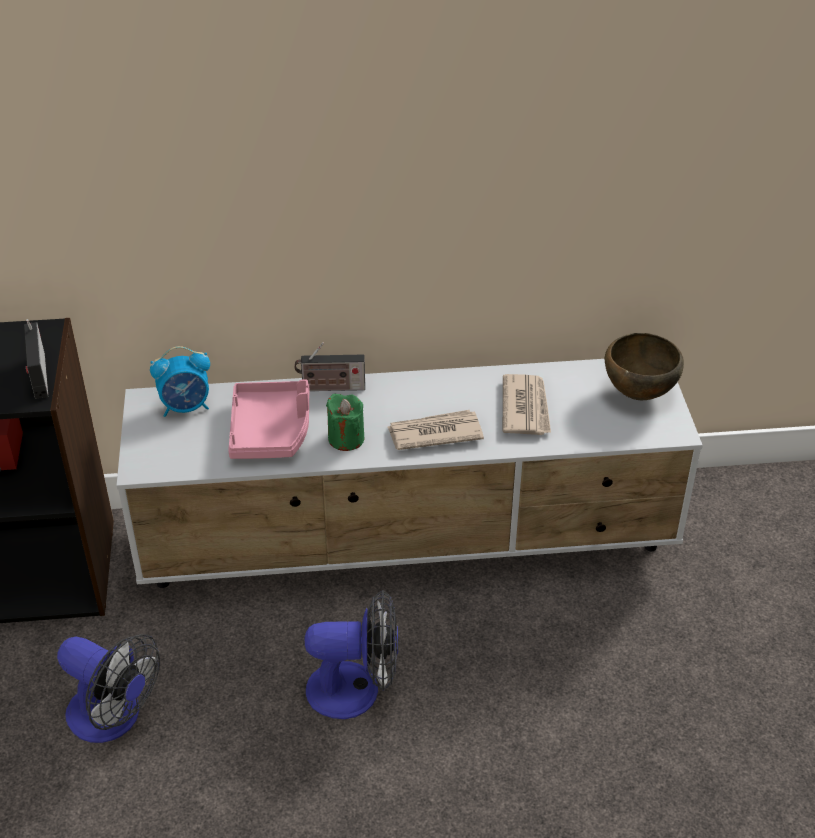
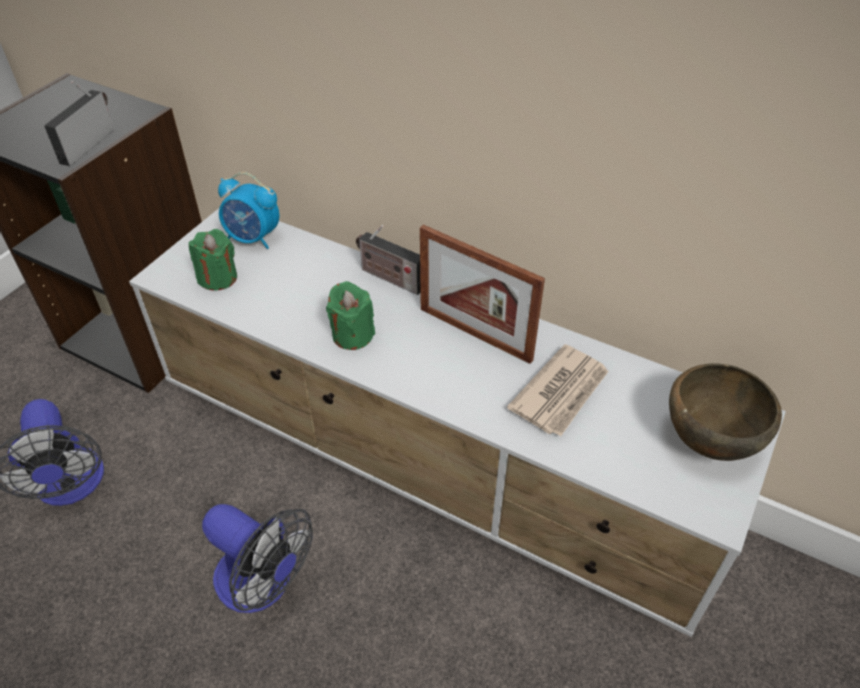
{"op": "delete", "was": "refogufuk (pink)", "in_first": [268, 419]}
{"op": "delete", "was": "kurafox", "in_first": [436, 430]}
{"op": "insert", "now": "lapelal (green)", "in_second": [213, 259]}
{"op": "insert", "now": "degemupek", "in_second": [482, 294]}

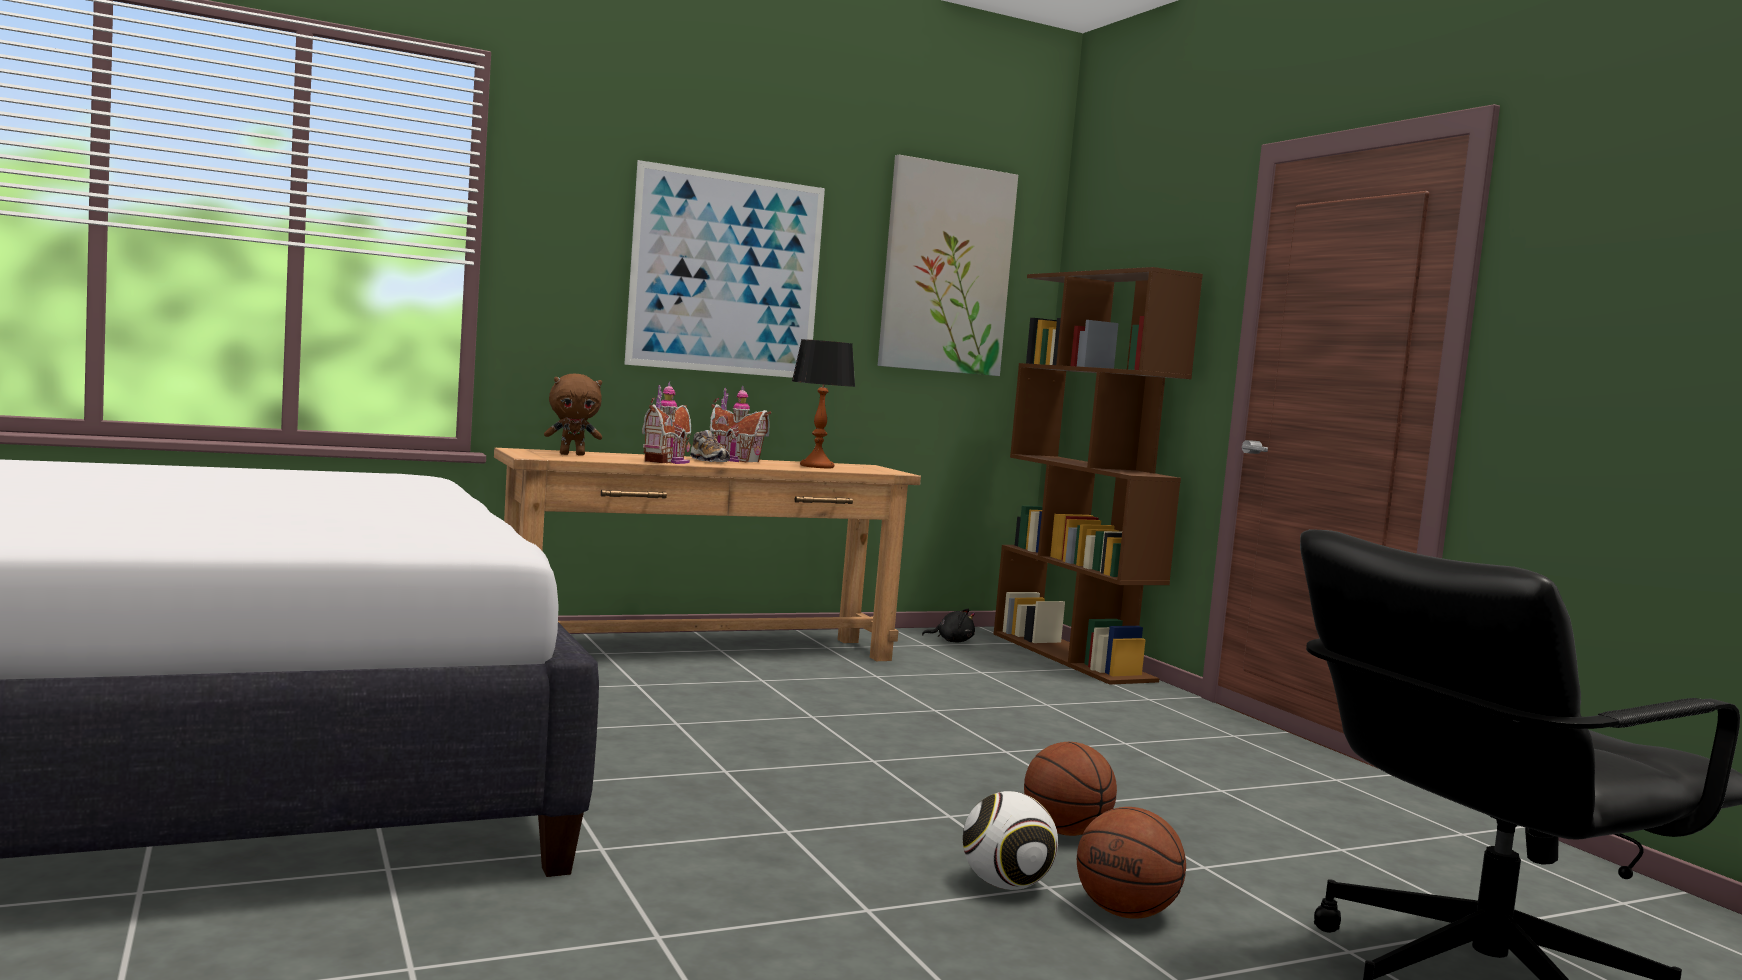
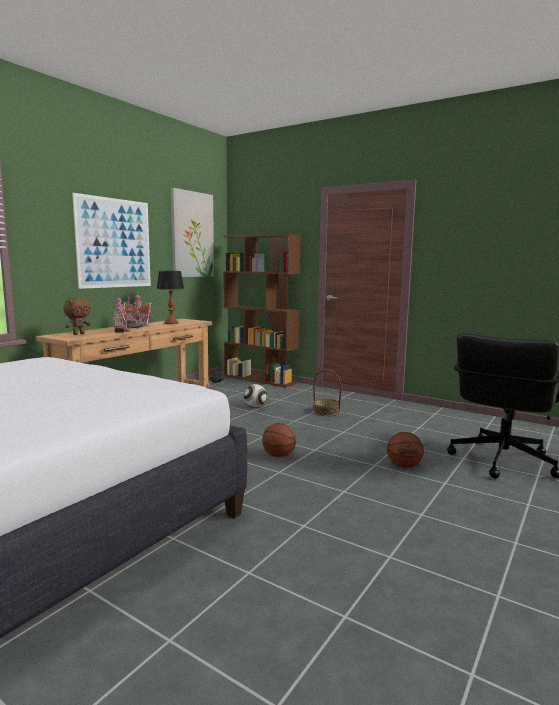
{"op": "insert", "now": "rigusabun", "in_second": [327, 393]}
{"op": "move", "was": "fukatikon", "in_first": [1010, 840], "in_second": [255, 396]}
{"op": "move", "was": "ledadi", "in_first": [1070, 789], "in_second": [279, 440]}

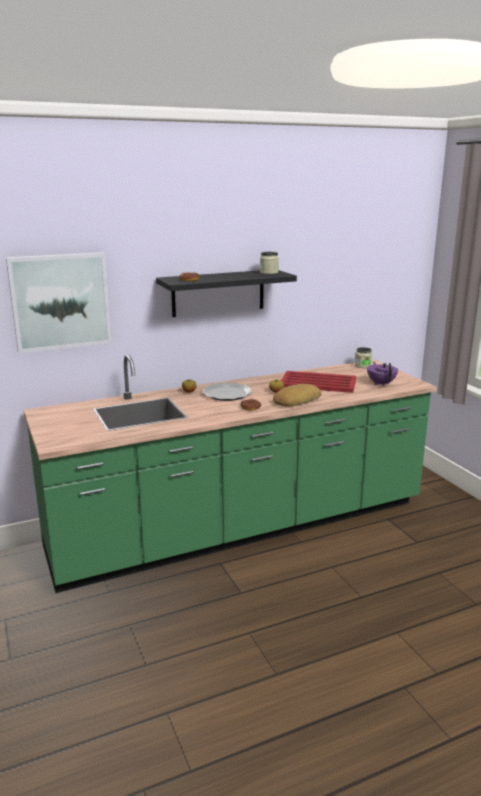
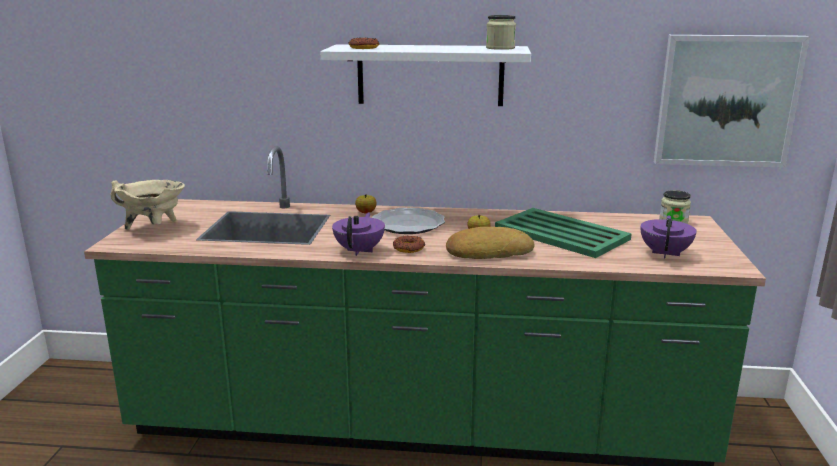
{"op": "insert", "now": "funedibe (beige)", "in_second": [147, 205]}
{"op": "insert", "now": "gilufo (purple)", "in_second": [358, 234]}
{"op": "move", "was": "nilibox", "in_first": [59, 302], "in_second": [732, 101]}
{"op": "recolor", "was": "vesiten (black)", "now": "vesiten (white)", "in_first": [226, 293], "in_second": [426, 75]}
{"op": "recolor", "was": "refogufuk (red)", "now": "refogufuk (green)", "in_first": [318, 382], "in_second": [563, 233]}

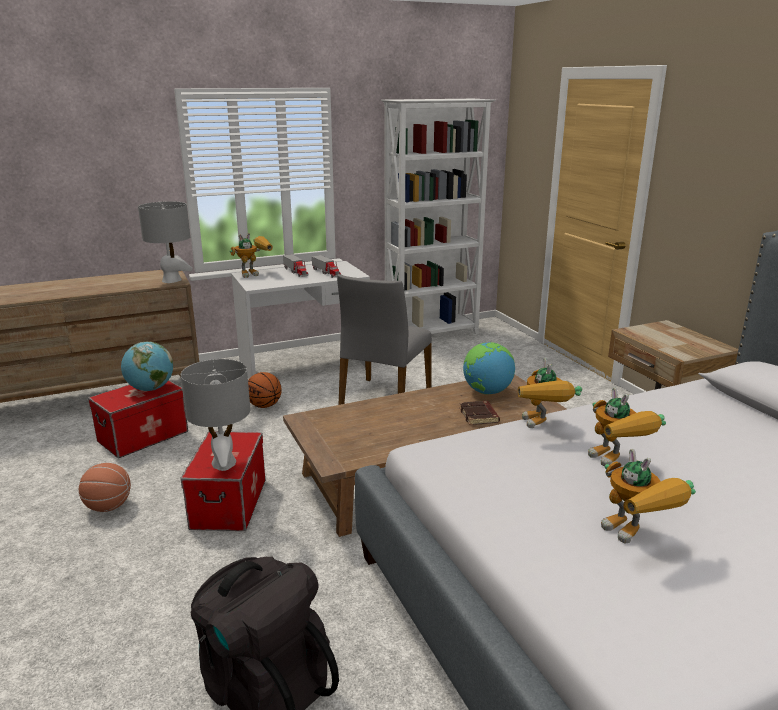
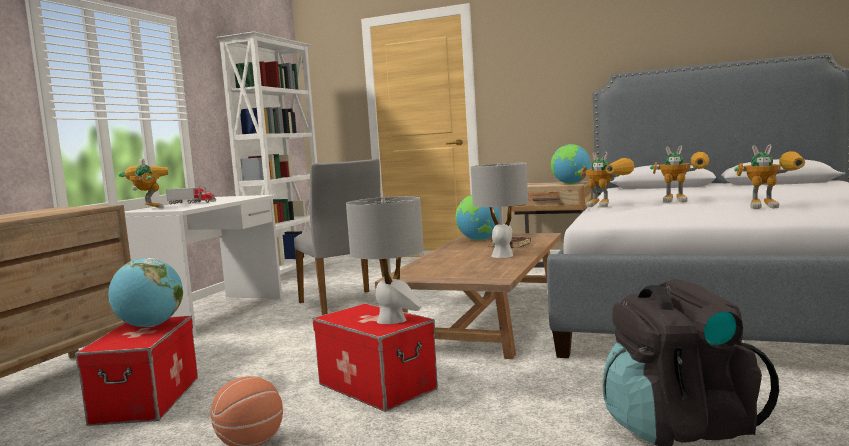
{"op": "delete", "was": "ledadi", "in_first": [265, 390]}
{"op": "delete", "was": "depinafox", "in_first": [326, 266]}
{"op": "insert", "now": "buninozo", "in_second": [571, 164]}
{"op": "move", "was": "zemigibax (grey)", "in_first": [165, 242], "in_second": [499, 210]}
{"op": "rotate", "was": "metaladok", "in_first": [251, 255], "in_second": [143, 183], "clockwise": -45}

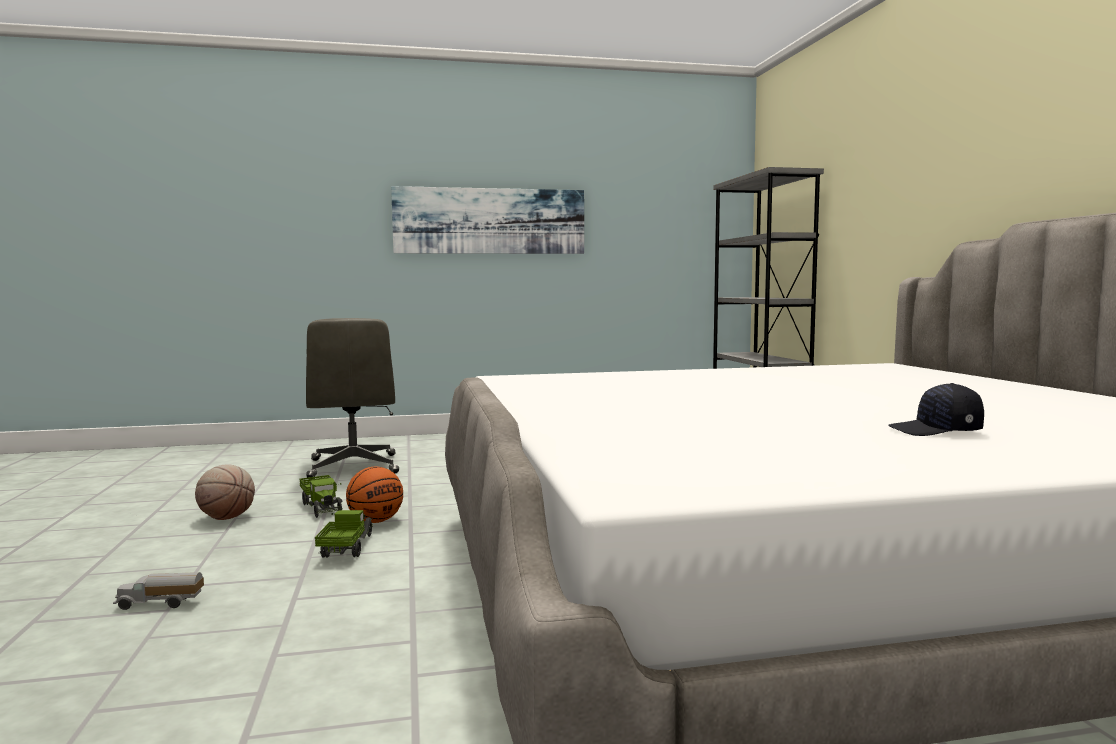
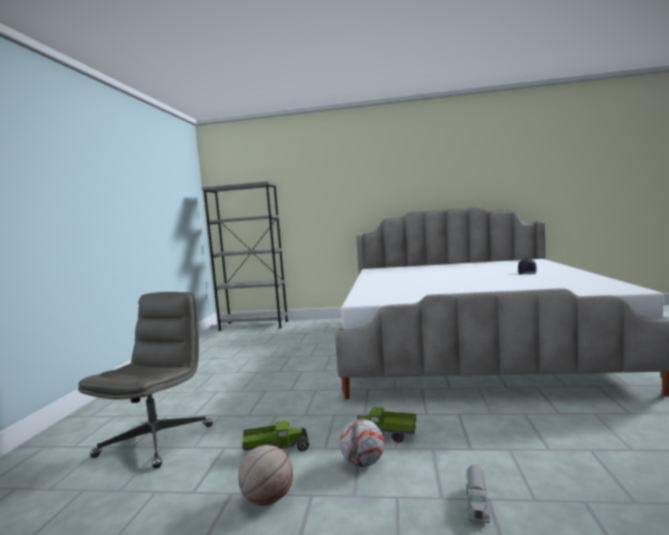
{"op": "delete", "was": "ledadi", "in_first": [374, 495]}
{"op": "delete", "was": "nilibox", "in_first": [487, 220]}
{"op": "insert", "now": "fukatikon", "in_second": [362, 443]}
{"op": "rotate", "was": "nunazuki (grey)", "in_first": [352, 398], "in_second": [145, 380], "clockwise": -75}

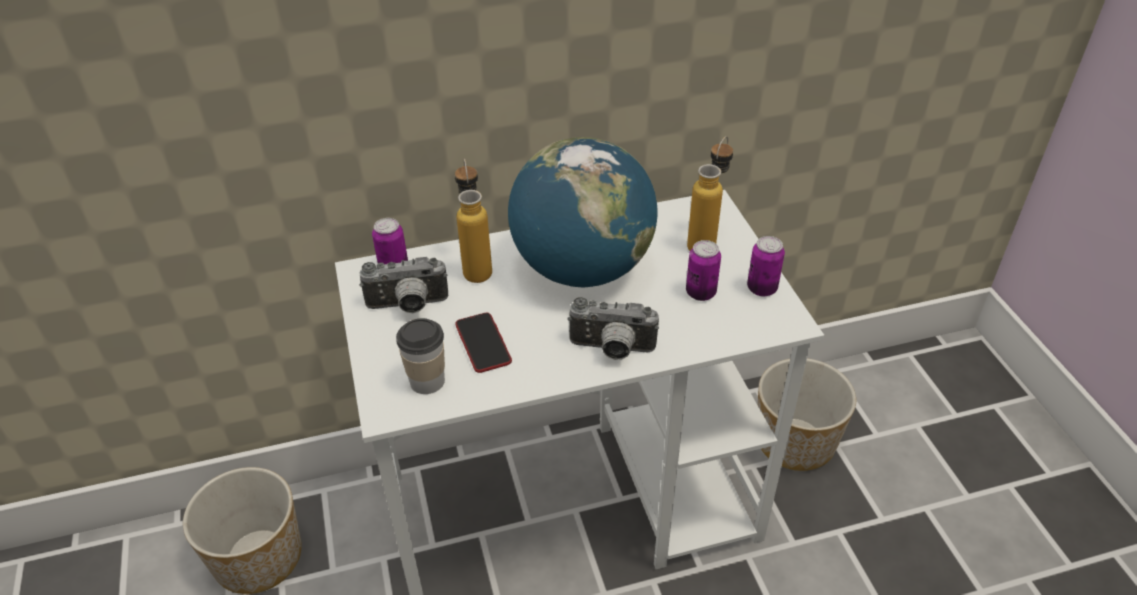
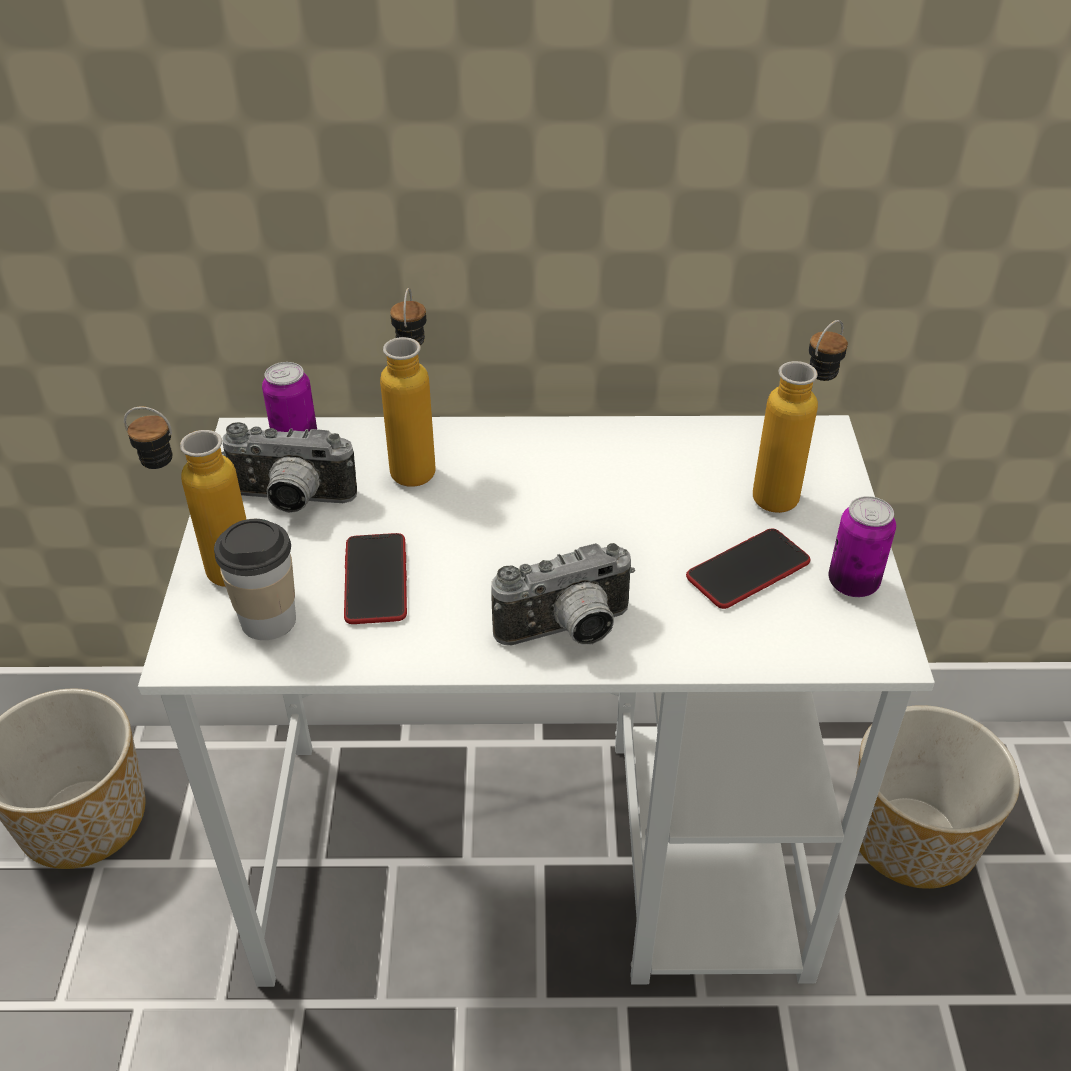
{"op": "delete", "was": "buninozo", "in_first": [582, 212]}
{"op": "insert", "now": "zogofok", "in_second": [185, 497]}
{"op": "replace", "was": "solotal", "now": "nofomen", "in_first": [703, 270], "in_second": [748, 568]}
{"op": "rotate", "was": "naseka", "in_first": [613, 328], "in_second": [563, 594], "clockwise": -45}

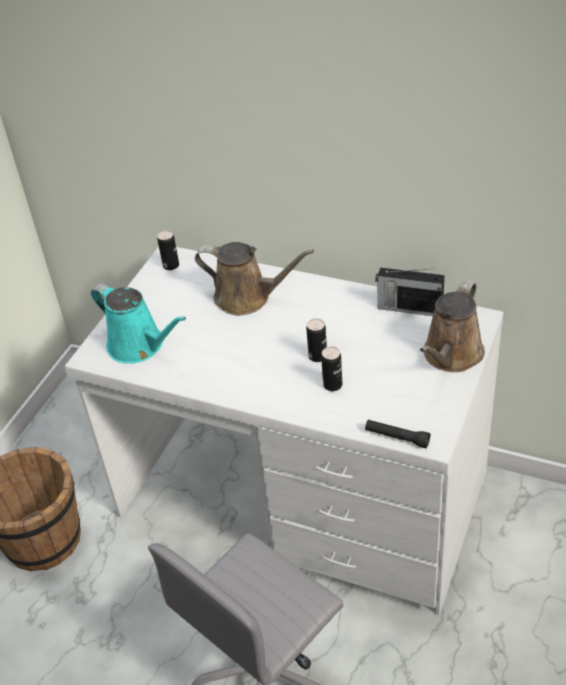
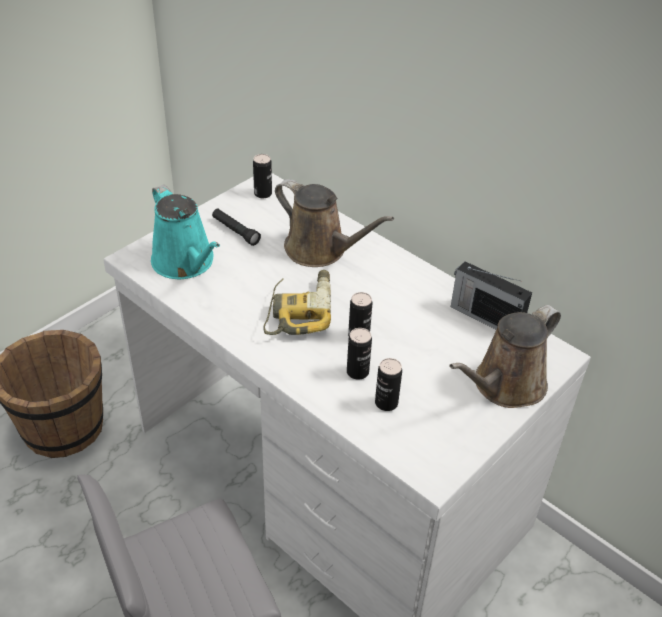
{"op": "insert", "now": "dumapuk", "in_second": [297, 302]}
{"op": "insert", "now": "solotal", "in_second": [388, 384]}
{"op": "move", "was": "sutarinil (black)", "in_first": [397, 433], "in_second": [236, 227]}

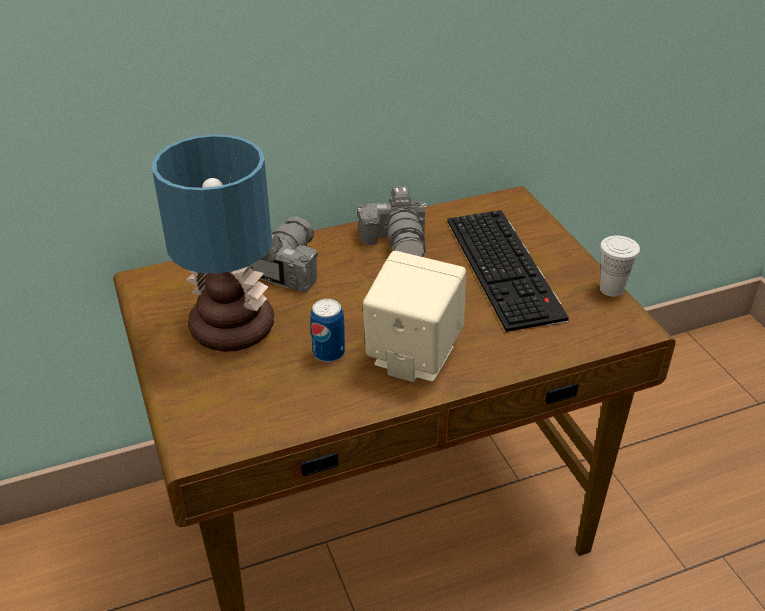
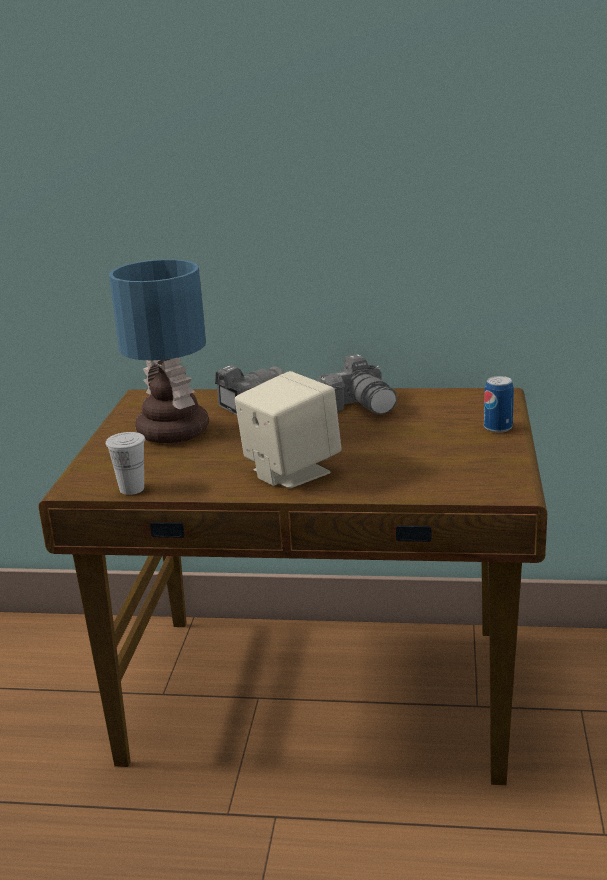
{"op": "delete", "was": "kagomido", "in_first": [508, 271]}
{"op": "move", "was": "solotal", "in_first": [327, 330], "in_second": [499, 404]}
{"op": "move", "was": "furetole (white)", "in_first": [620, 266], "in_second": [125, 463]}
{"op": "rotate", "was": "naseka", "in_first": [392, 221], "in_second": [357, 384], "clockwise": -45}

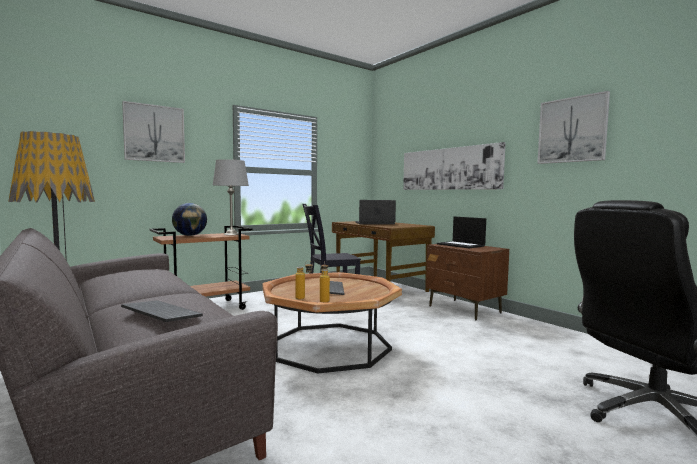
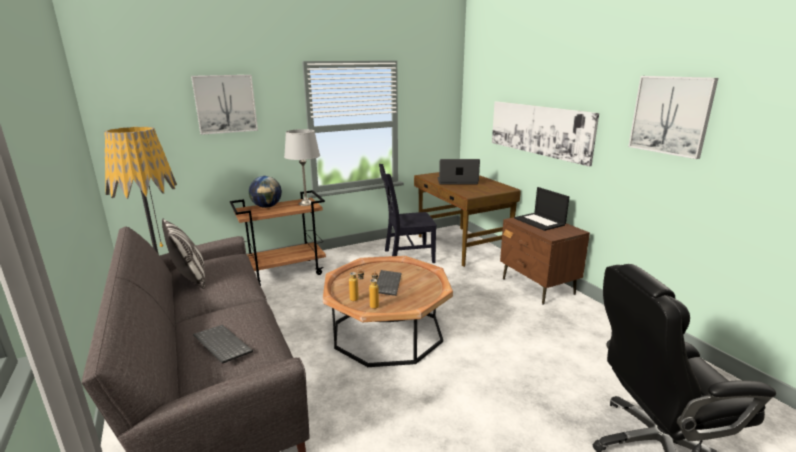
{"op": "insert", "now": "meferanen", "in_second": [183, 253]}

